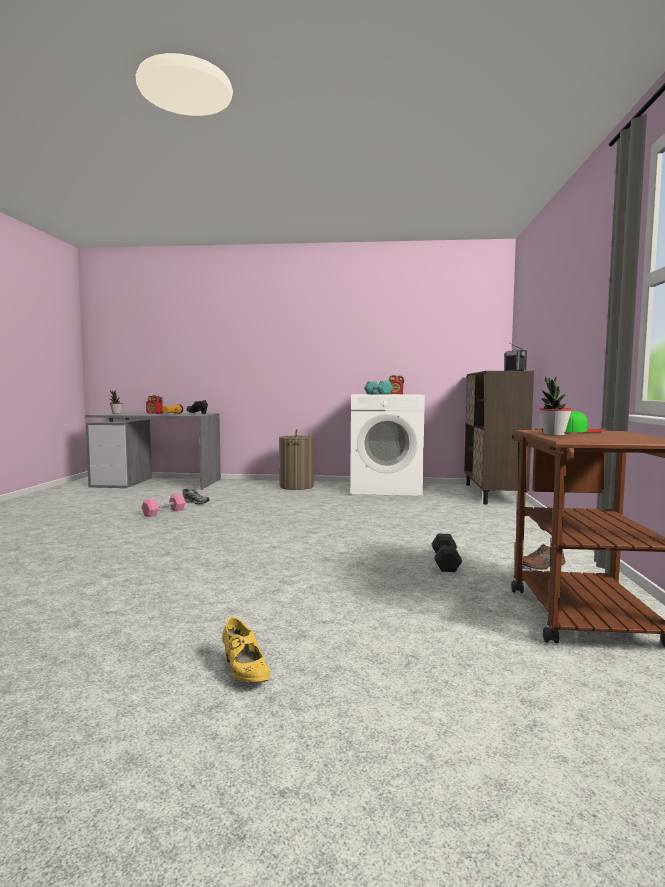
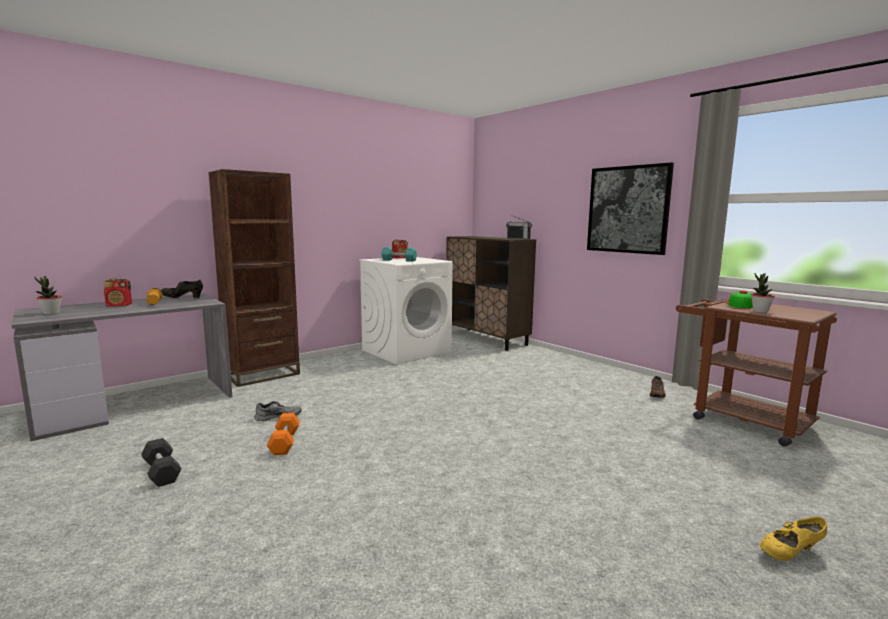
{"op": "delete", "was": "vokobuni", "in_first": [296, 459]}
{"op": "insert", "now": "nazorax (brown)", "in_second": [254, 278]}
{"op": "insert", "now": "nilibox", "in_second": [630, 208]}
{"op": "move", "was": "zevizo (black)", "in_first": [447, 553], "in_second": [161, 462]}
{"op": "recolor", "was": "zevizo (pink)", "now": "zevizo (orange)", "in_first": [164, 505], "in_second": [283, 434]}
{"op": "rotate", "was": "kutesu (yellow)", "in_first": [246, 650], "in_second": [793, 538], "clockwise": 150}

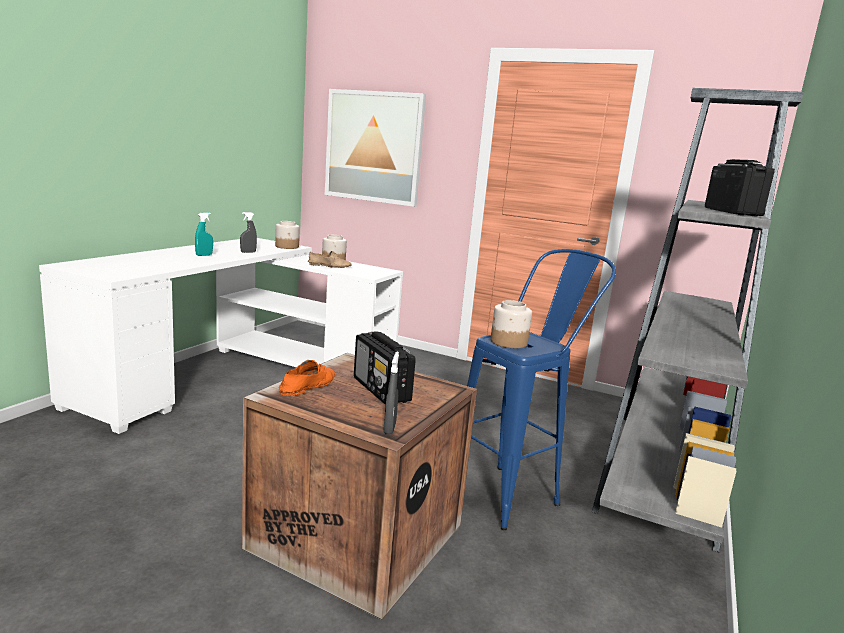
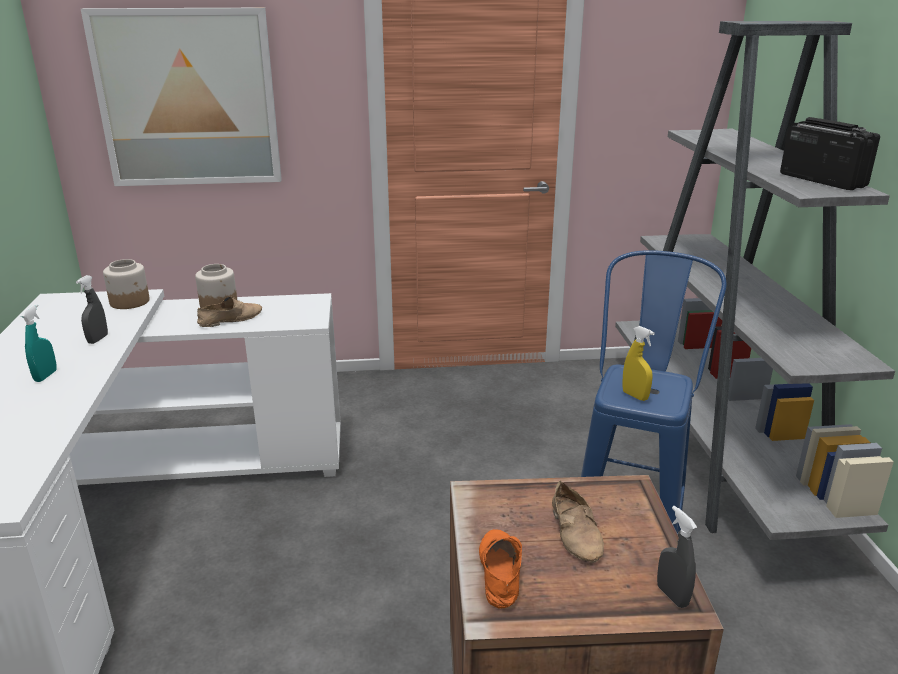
{"op": "replace", "was": "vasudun", "now": "kutesu (beige)", "in_first": [385, 368], "in_second": [578, 521]}
{"op": "replace", "was": "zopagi", "now": "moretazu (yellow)", "in_first": [511, 324], "in_second": [638, 363]}

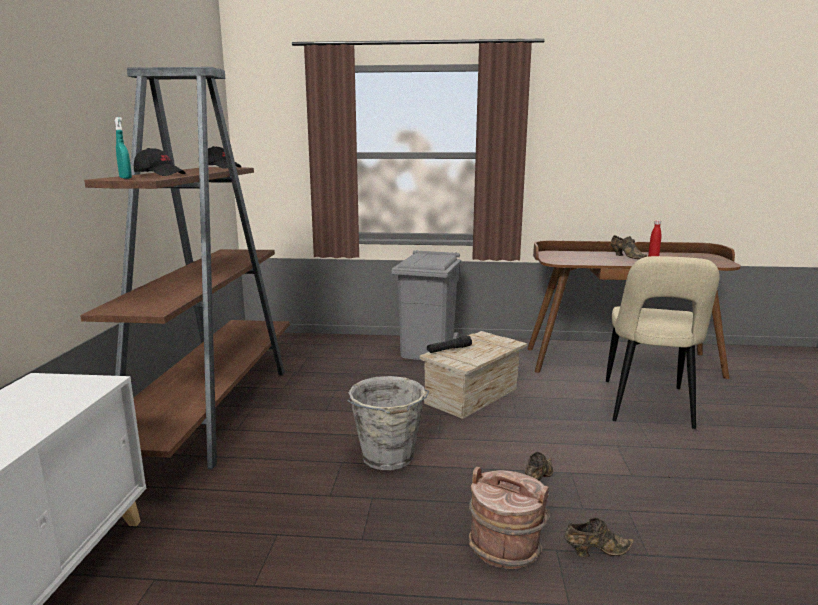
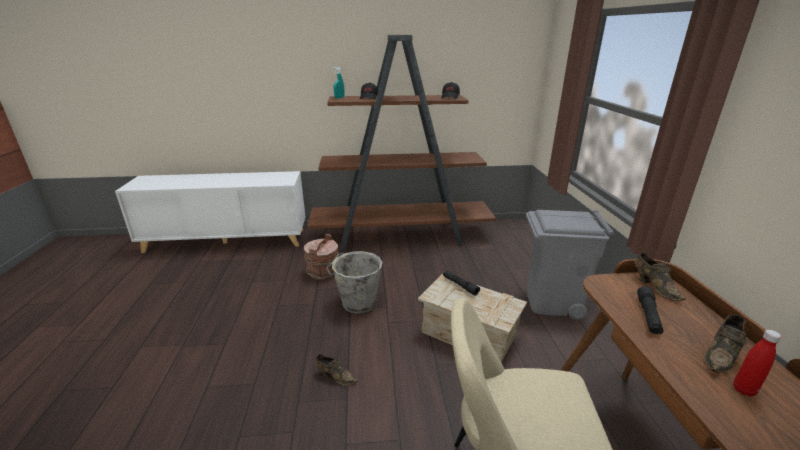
{"op": "insert", "now": "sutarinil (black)", "in_second": [650, 310]}
{"op": "move", "was": "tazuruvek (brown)", "in_first": [509, 517], "in_second": [321, 257]}
{"op": "move", "was": "kutesu (brown)", "in_first": [599, 537], "in_second": [660, 277]}

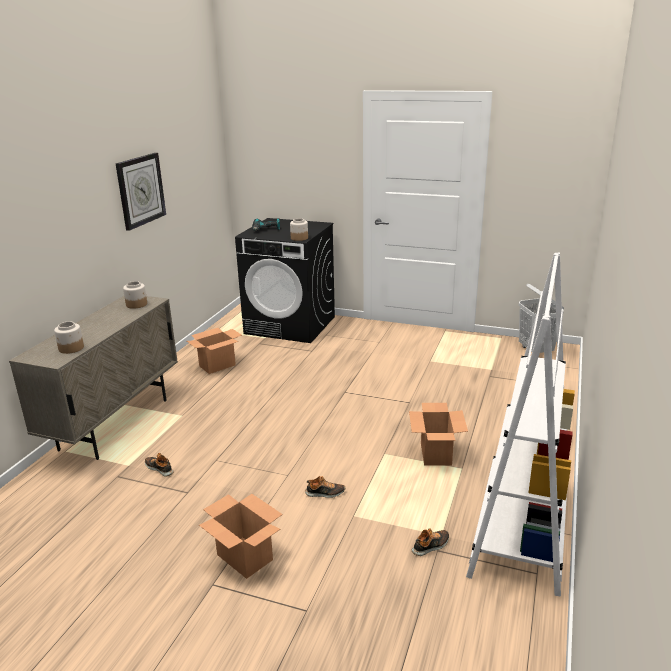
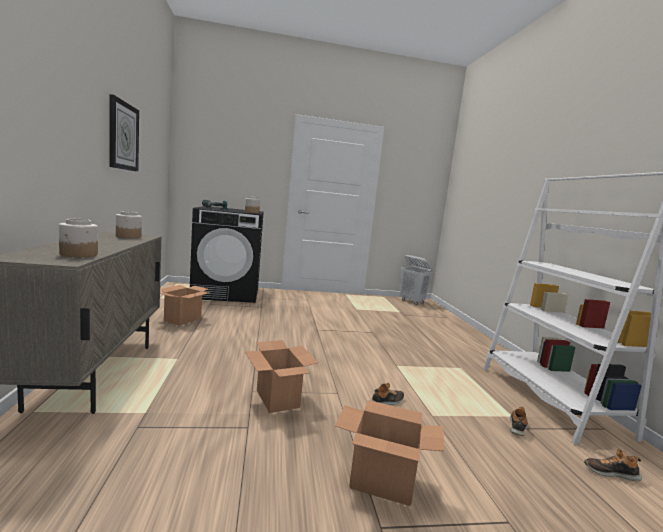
{"op": "move", "was": "kutesu", "in_first": [159, 465], "in_second": [613, 465]}
{"op": "move", "was": "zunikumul", "in_first": [438, 434], "in_second": [282, 376]}

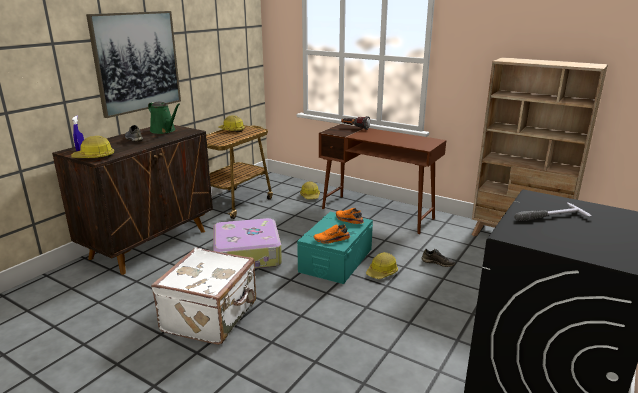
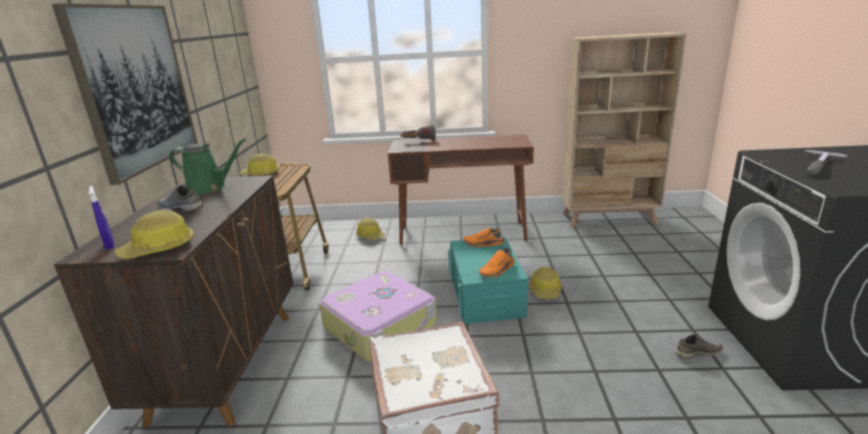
{"op": "move", "was": "kutesu (grey)", "in_first": [438, 258], "in_second": [699, 346]}

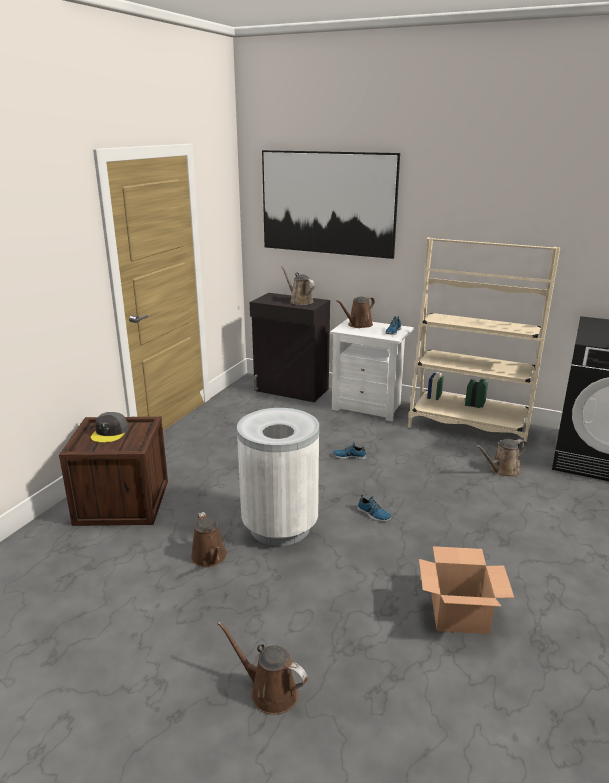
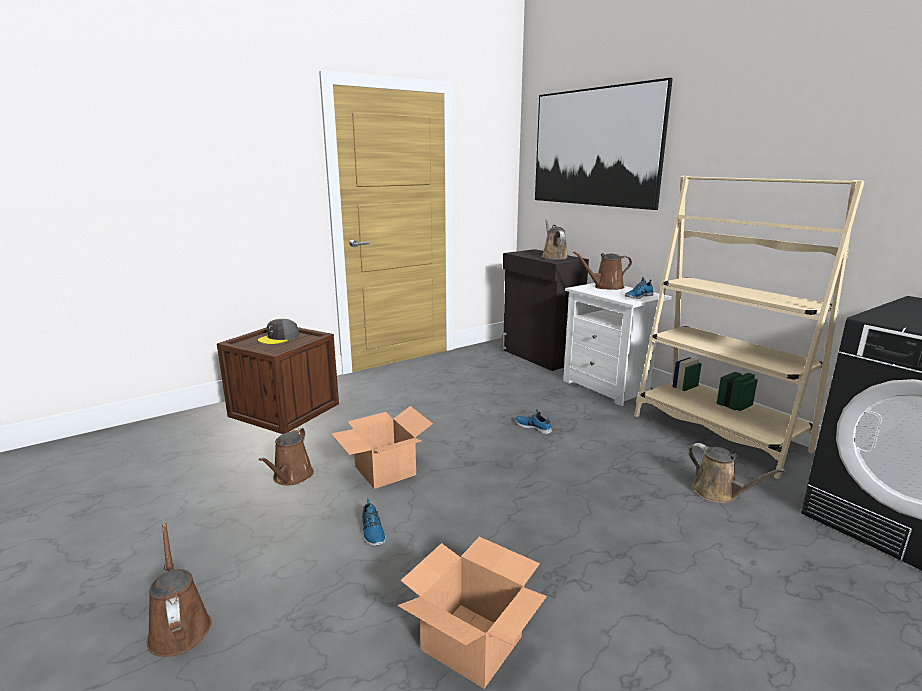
{"op": "move", "was": "kutesu", "in_first": [374, 508], "in_second": [374, 522]}
{"op": "replace", "was": "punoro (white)", "now": "zunikumul", "in_first": [278, 477], "in_second": [382, 447]}
{"op": "rotate", "was": "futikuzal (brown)", "in_first": [501, 458], "in_second": [737, 473], "clockwise": -135}

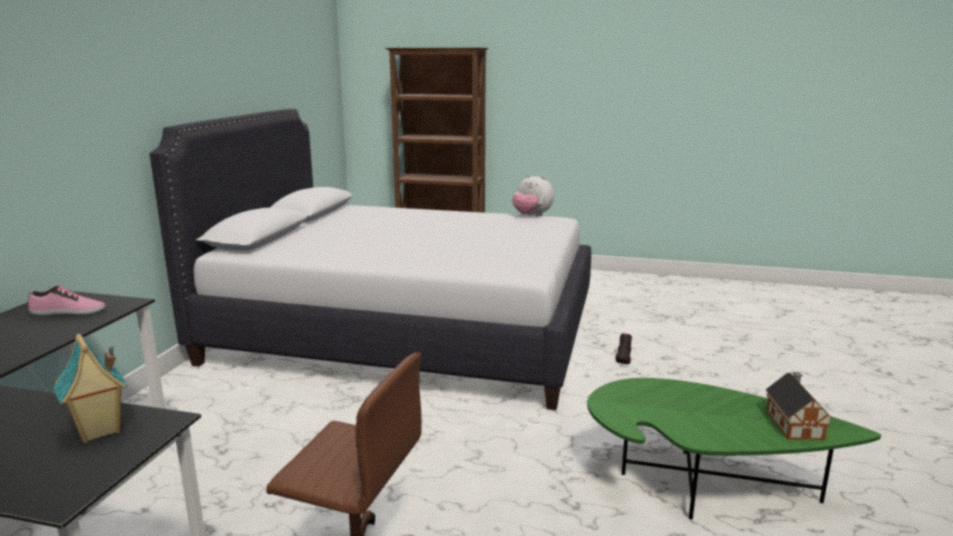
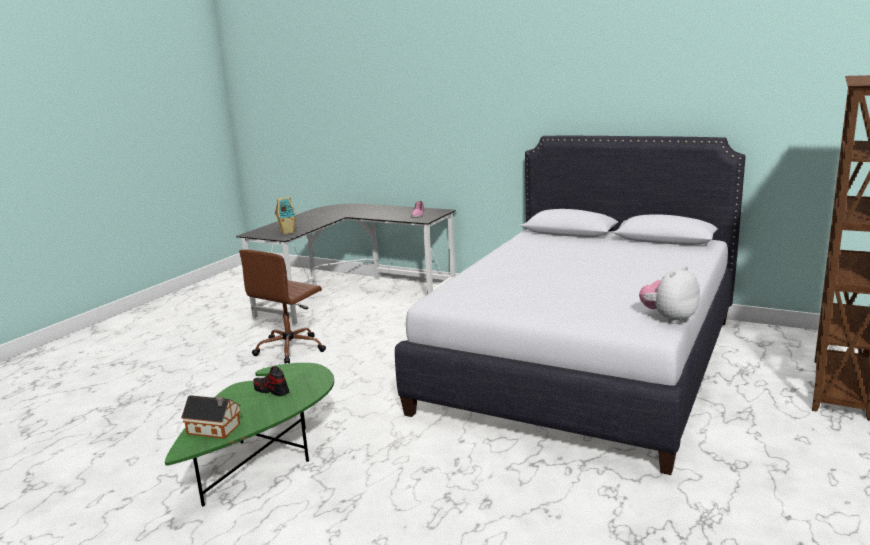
{"op": "move", "was": "kutesu", "in_first": [623, 348], "in_second": [271, 381]}

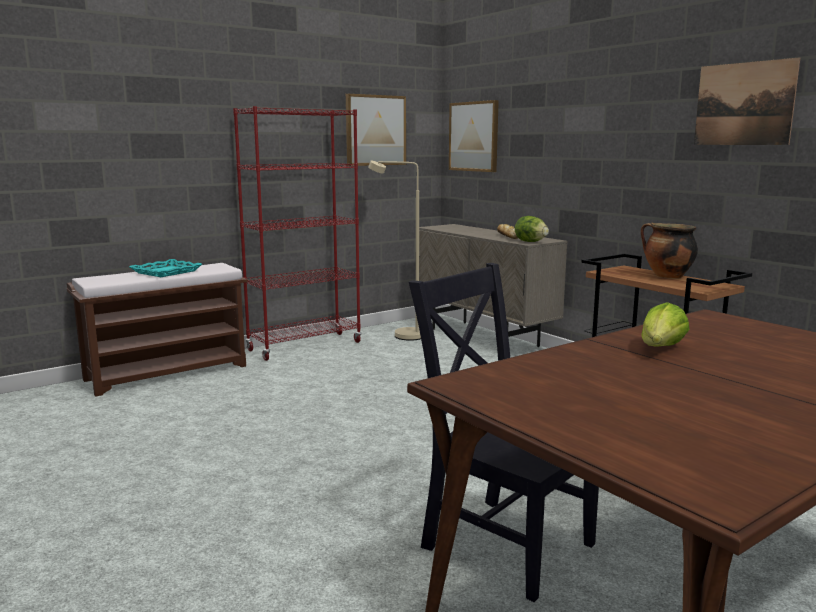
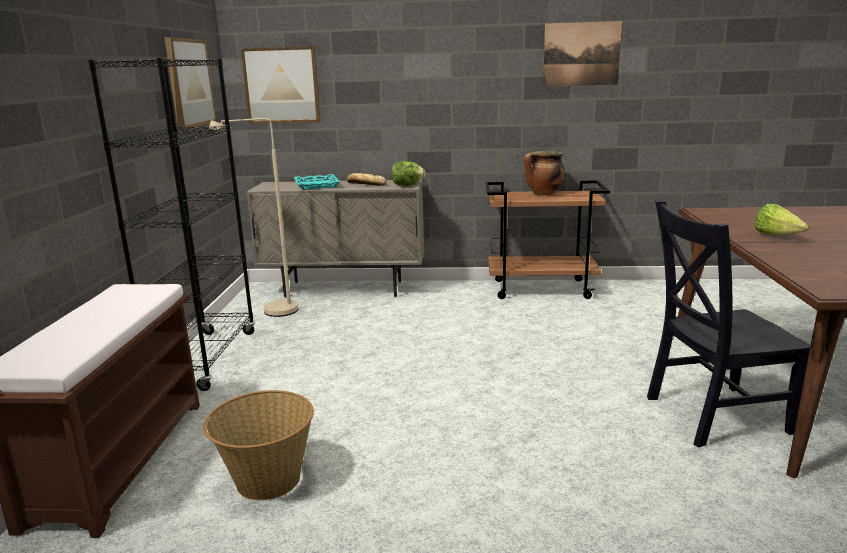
{"op": "insert", "now": "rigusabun", "in_second": [258, 445]}
{"op": "move", "was": "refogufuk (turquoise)", "in_first": [165, 268], "in_second": [317, 182]}
{"op": "recolor", "was": "nazorax (red)", "now": "nazorax (black)", "in_first": [297, 233], "in_second": [171, 224]}

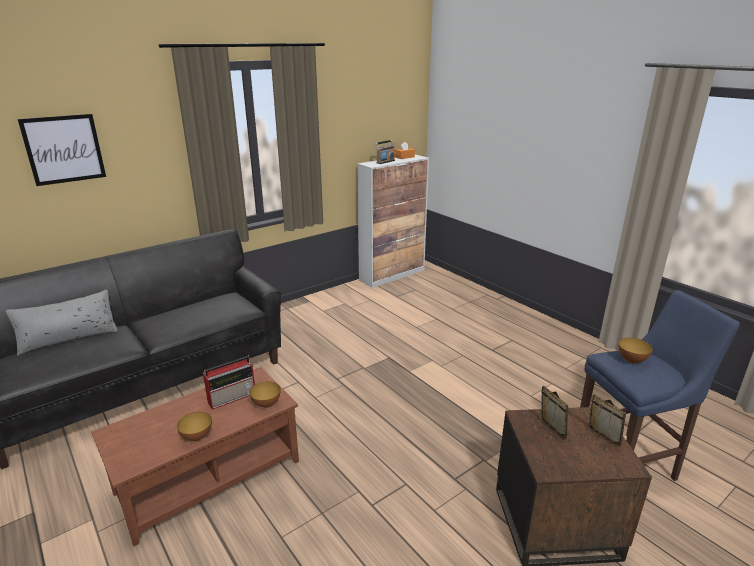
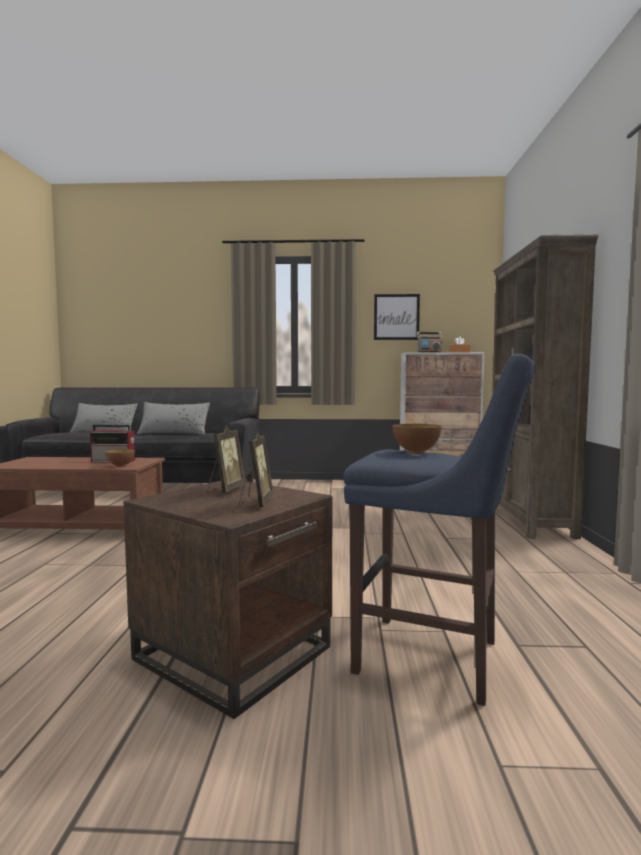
{"op": "delete", "was": "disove", "in_first": [194, 426]}
{"op": "insert", "now": "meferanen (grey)", "in_second": [173, 418]}
{"op": "insert", "now": "nazorax (brown)", "in_second": [545, 386]}
{"op": "move", "was": "nilibox", "in_first": [62, 150], "in_second": [397, 317]}

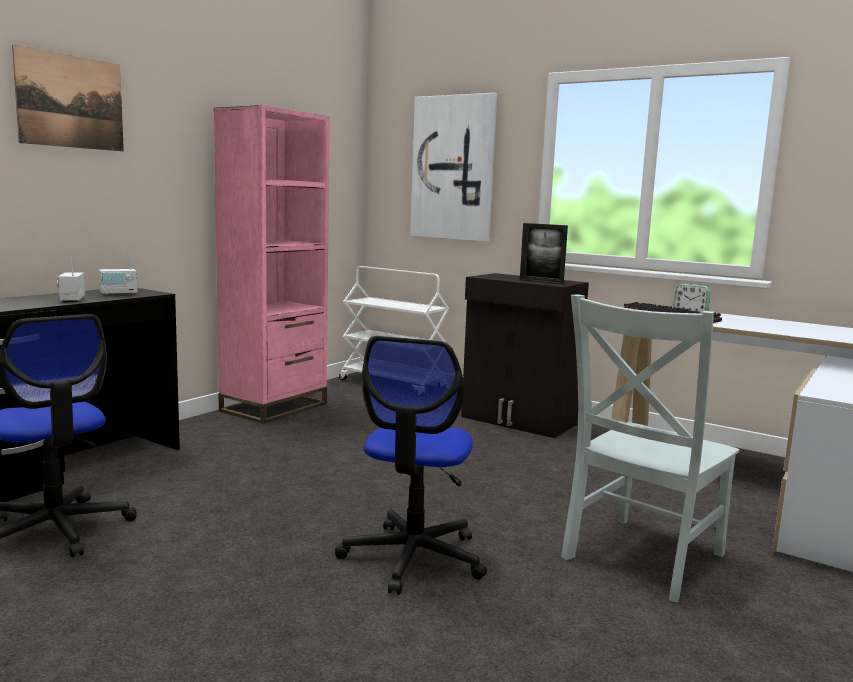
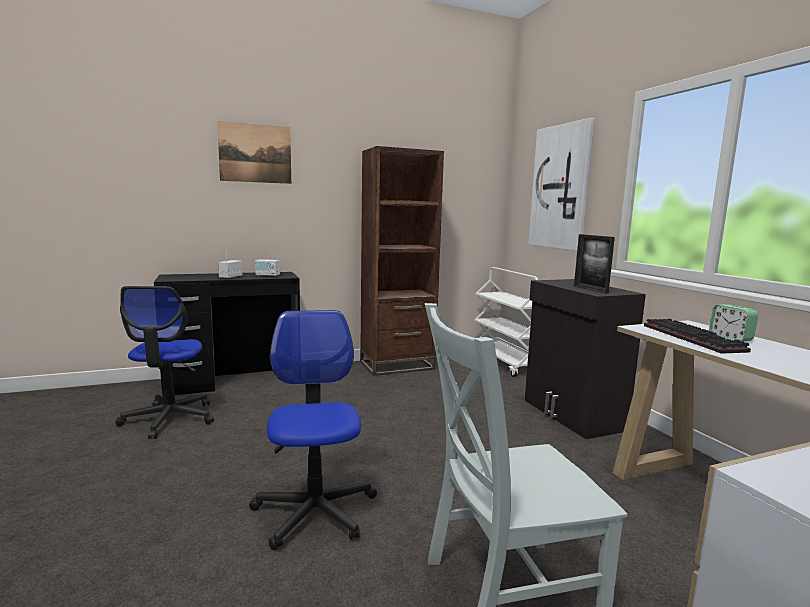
{"op": "recolor", "was": "nazorax (pink)", "now": "nazorax (brown)", "in_first": [272, 264], "in_second": [402, 261]}
{"op": "rotate", "was": "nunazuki", "in_first": [411, 465], "in_second": [313, 430], "clockwise": 120}

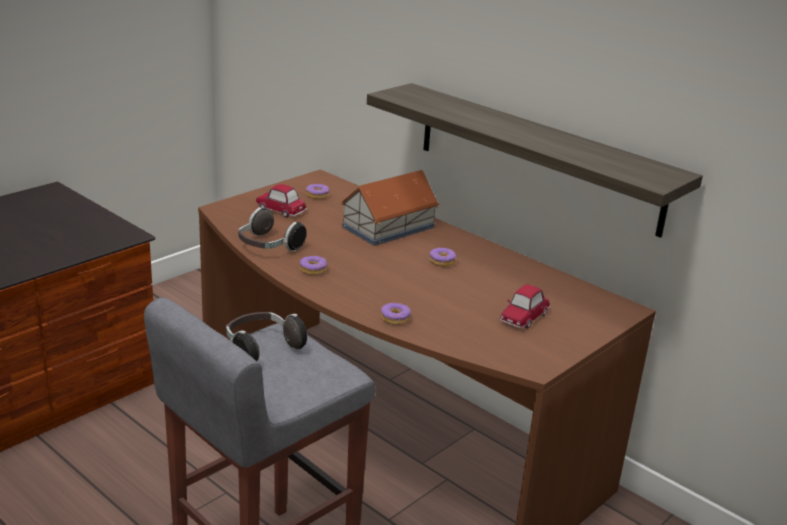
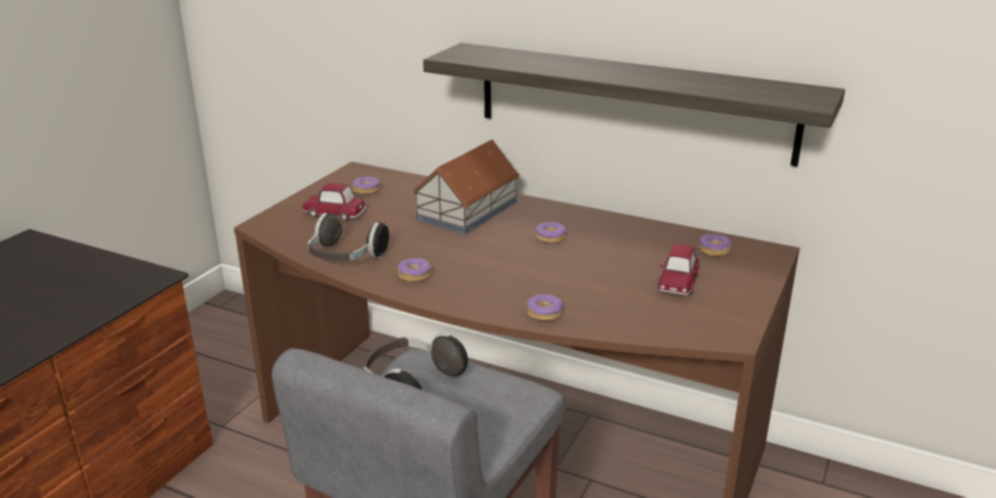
{"op": "insert", "now": "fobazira", "in_second": [715, 245]}

